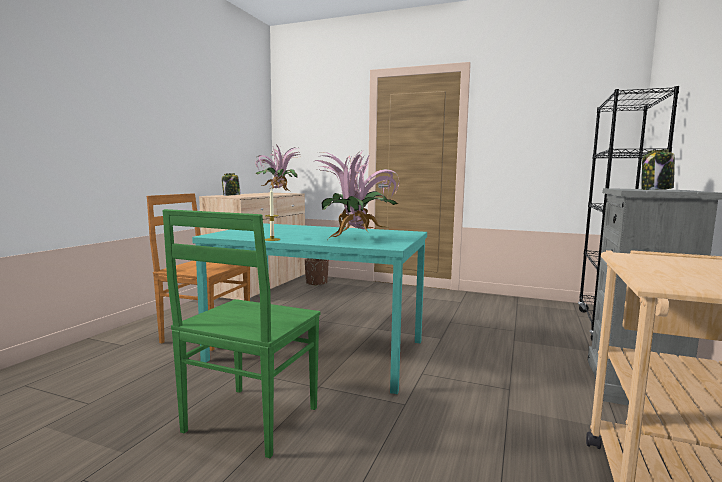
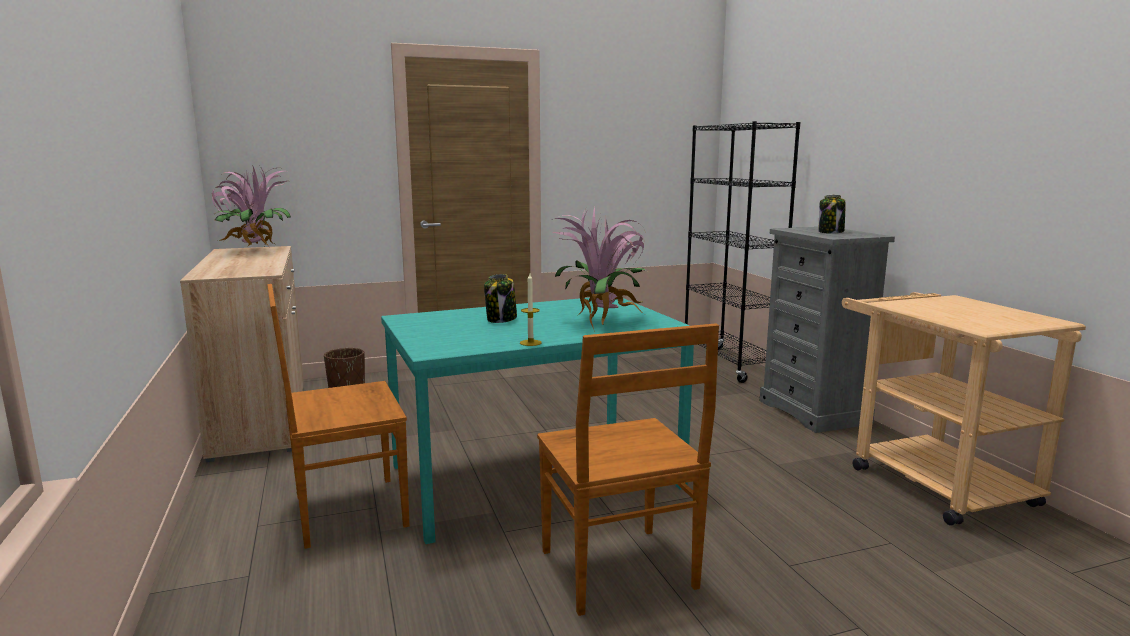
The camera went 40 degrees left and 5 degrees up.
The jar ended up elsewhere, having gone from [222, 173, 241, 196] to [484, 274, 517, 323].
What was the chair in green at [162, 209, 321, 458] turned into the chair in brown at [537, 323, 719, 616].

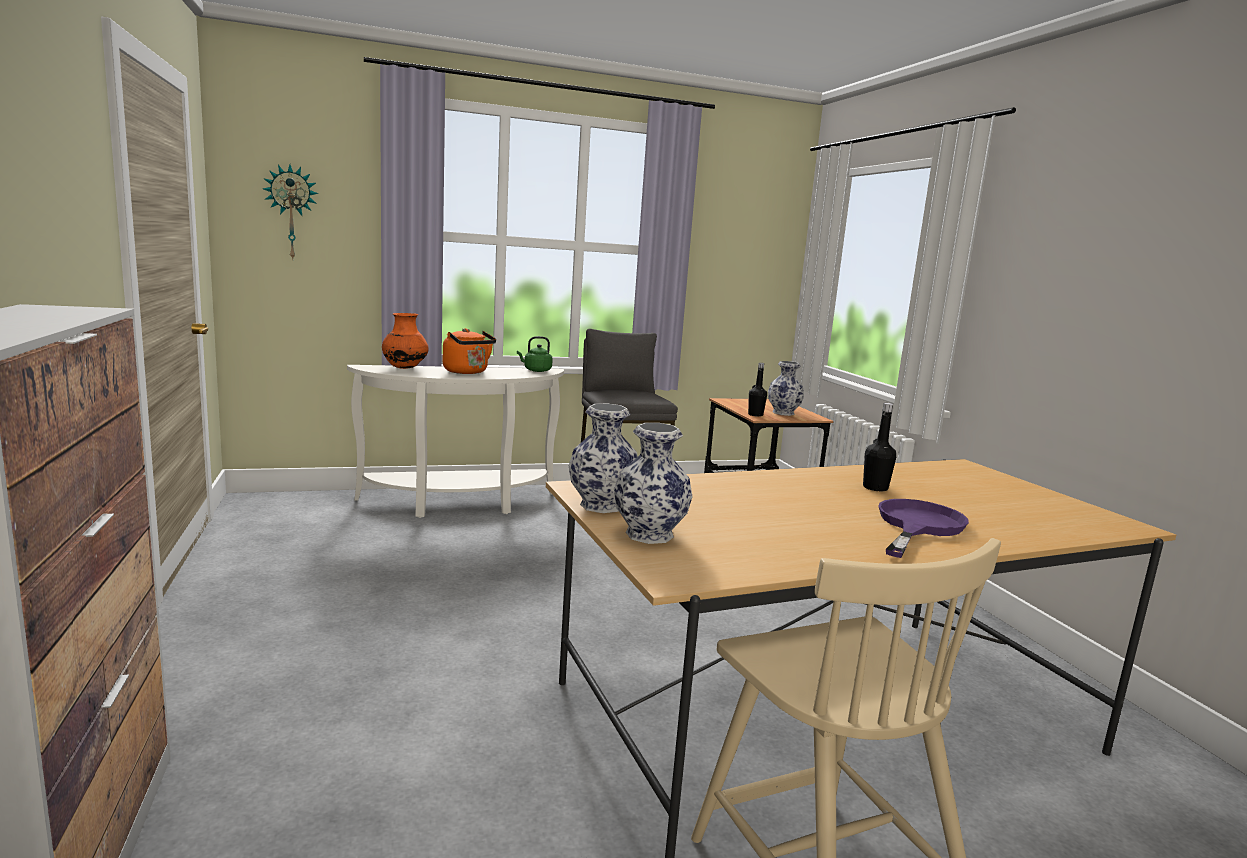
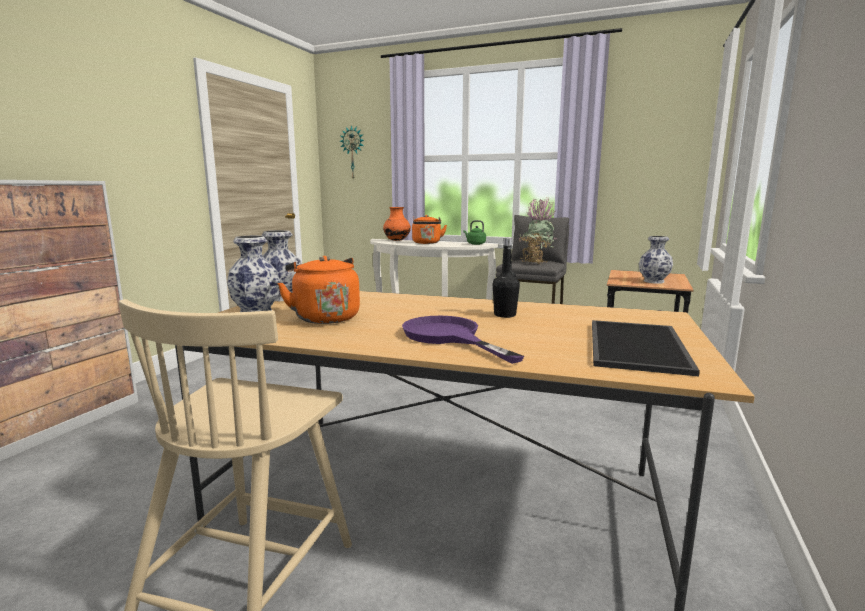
The camera went 40 degrees right and 0 degrees up.
The second view gained the kettle in orange at [277, 256, 360, 324].
The frying pan in purple at [878, 499, 969, 558] ended up facing another way, 105 degrees counterclockwise from before.
The second view gained the potted plant at [518, 197, 556, 264].
The second view gained the tray at [592, 320, 700, 376].
The second view lost the bottle in black at [748, 363, 767, 417].

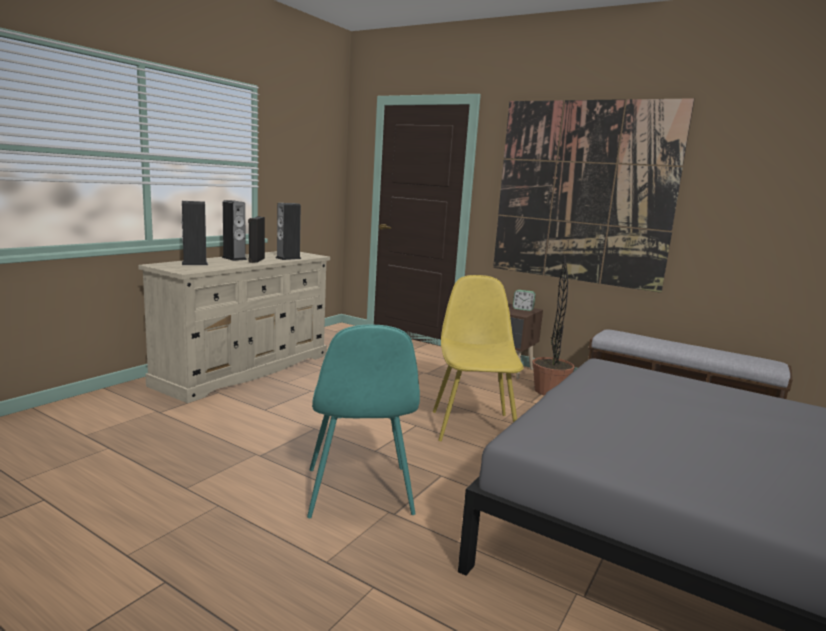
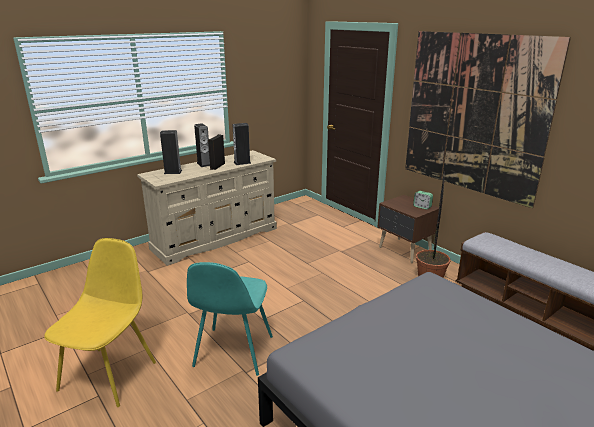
The camera went 20 degrees right and 10 degrees up.
The chair in yellow ended up elsewhere, having gone from [433, 275, 524, 441] to [44, 238, 156, 407].

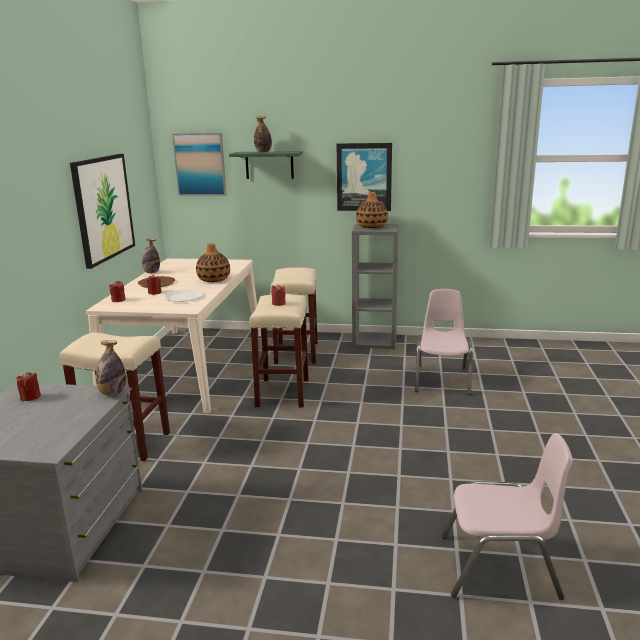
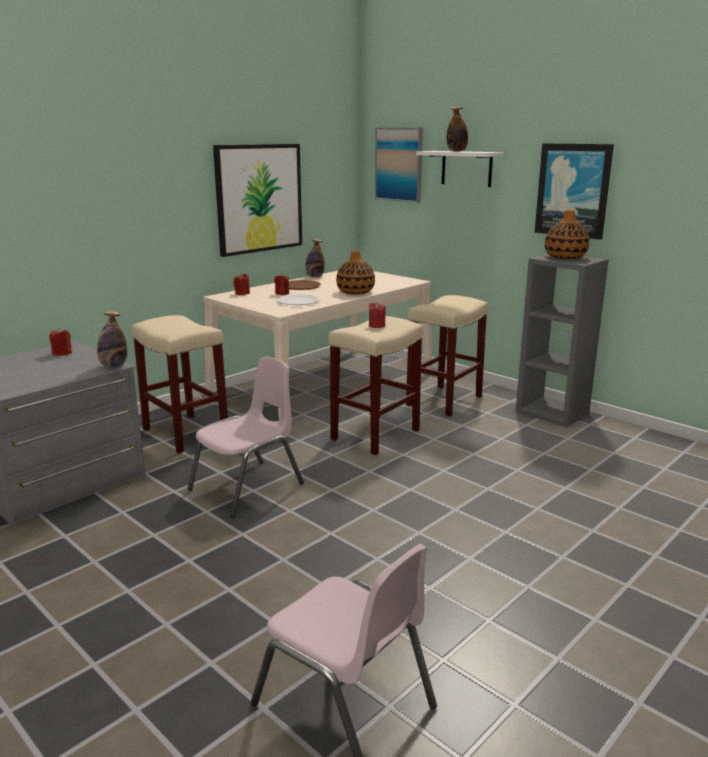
The camera went 35 degrees right and 0 degrees up.
The chair in pink ended up elsewhere, having gone from [415, 289, 473, 395] to [187, 357, 304, 517].
What was the shelf in green at [229, 151, 303, 179] turned into the shelf in white at [416, 151, 504, 187].

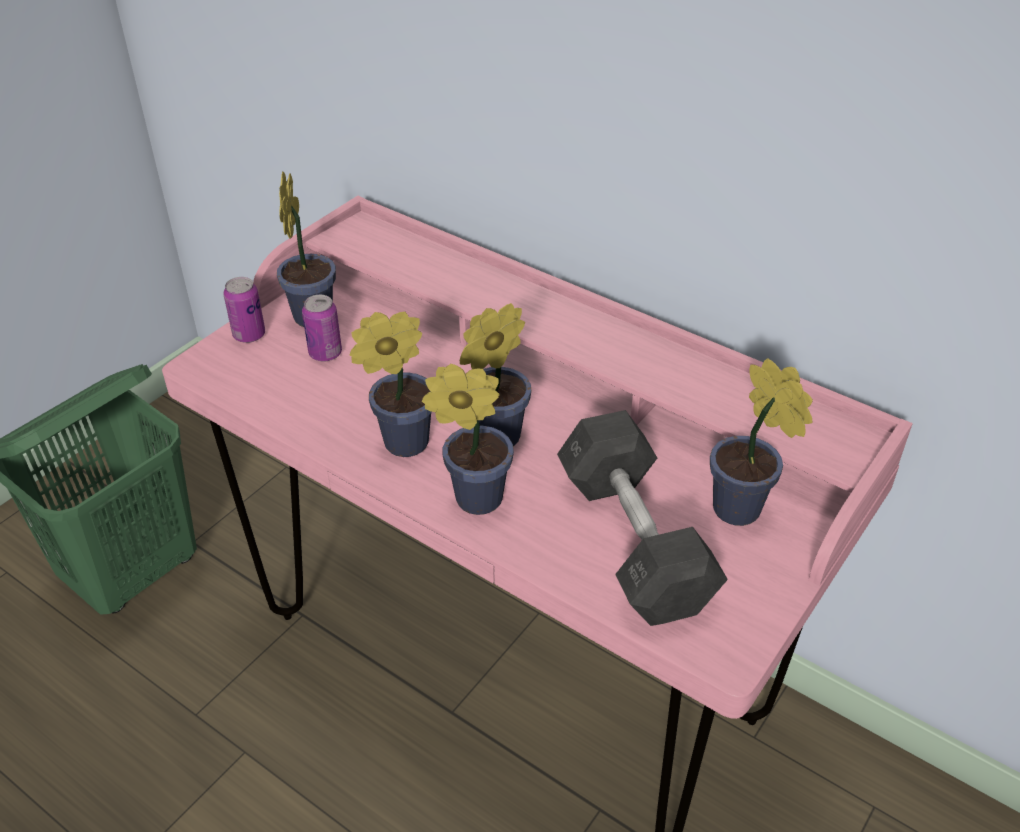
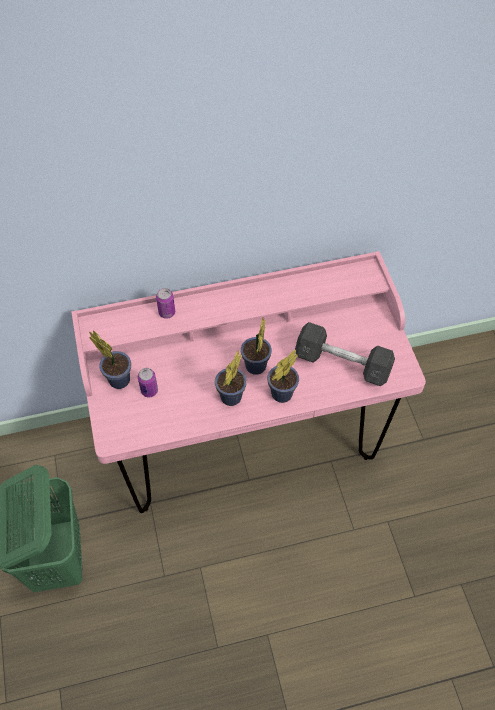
The camera went 50 degrees left and 15 degrees up.
The can ended up elsewhere, having gone from [224, 277, 265, 343] to [156, 288, 175, 319].
The second view lost the potted plant at [710, 358, 813, 526].

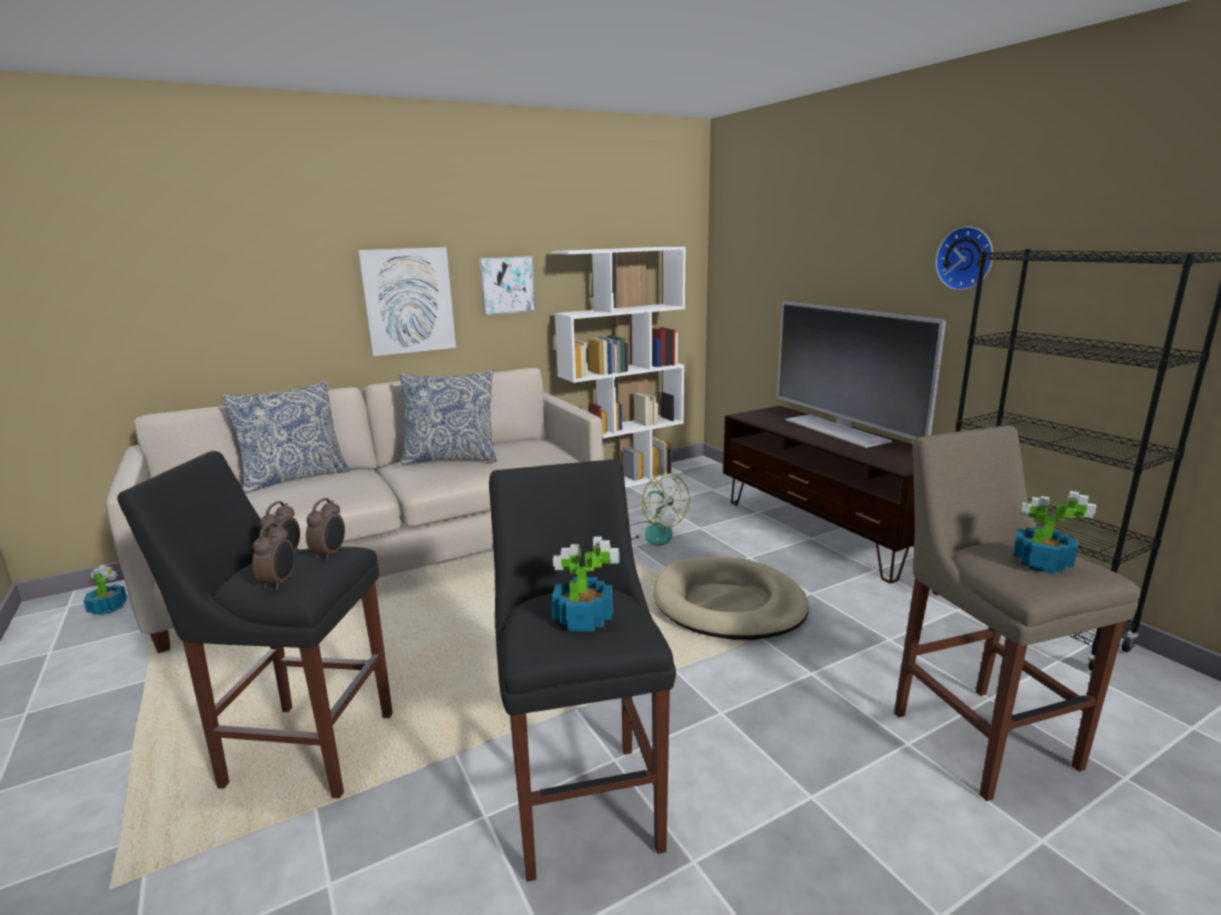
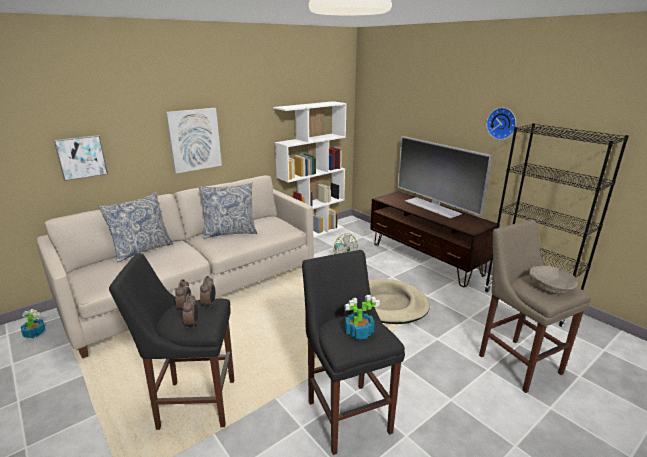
The camera went 10 degrees left and 5 degrees up.
The picture ended up elsewhere, having gone from [479, 256, 536, 315] to [54, 135, 108, 181].
Where the potted plant stood at [1013, 491, 1097, 574], the bowl in beige came to stand at [529, 266, 578, 295].

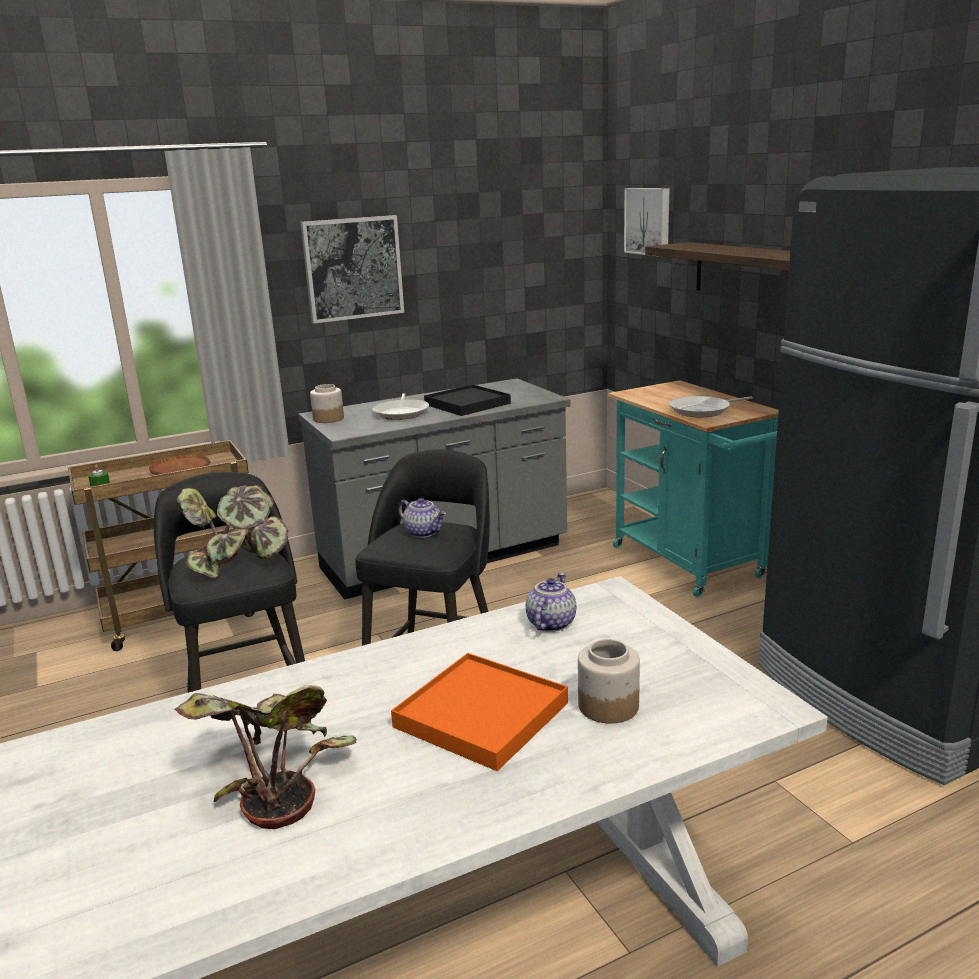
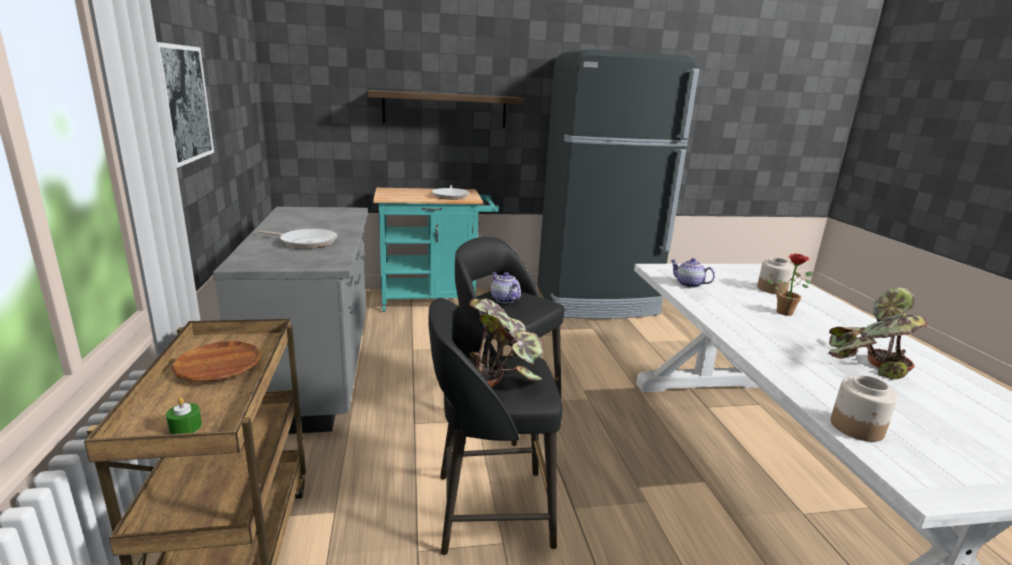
The camera went 75 degrees left and 0 degrees up.
The teapot at [399, 498, 446, 538] ended up facing another way, 90 degrees counterclockwise from before.
Where the tray in orange stood at [391, 653, 568, 771], the potted plant came to stand at [766, 254, 813, 316].
The jar ended up elsewhere, having gone from [310, 384, 344, 423] to [831, 375, 898, 442].
The second view lost the tray in black at [424, 384, 511, 416].
The second view lost the picture at [624, 188, 670, 257].

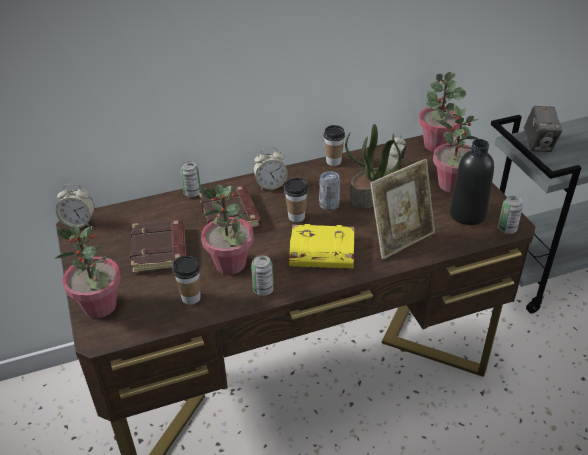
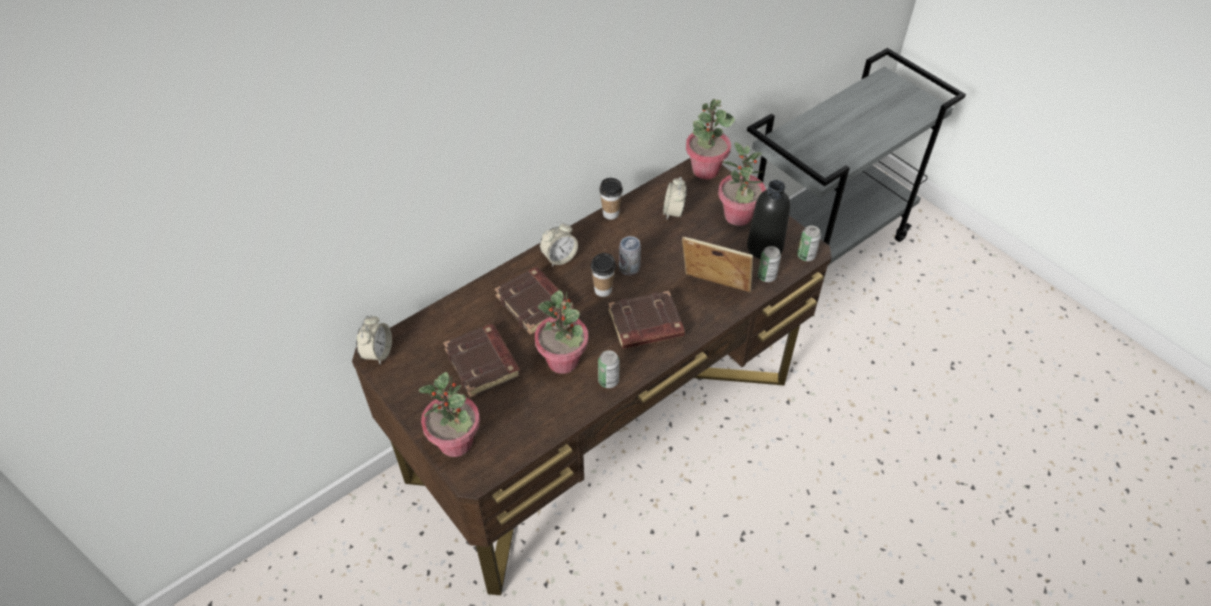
The camera went 20 degrees left and 10 degrees up.
The alarm clock at [56, 184, 95, 228] ended up facing another way, 60 degrees counterclockwise from before.
What was the book in yellow at [289, 224, 354, 269] turned into the book in brown at [608, 291, 685, 349].
The picture frame at [370, 159, 435, 259] ended up facing another way, 105 degrees counterclockwise from before.
The can ended up elsewhere, having gone from [180, 161, 201, 197] to [758, 246, 781, 282].
The second view lost the cup at [173, 256, 201, 305].
The second view lost the potted plant at [345, 124, 402, 208].
The second view lost the photo camera at [524, 106, 562, 152].

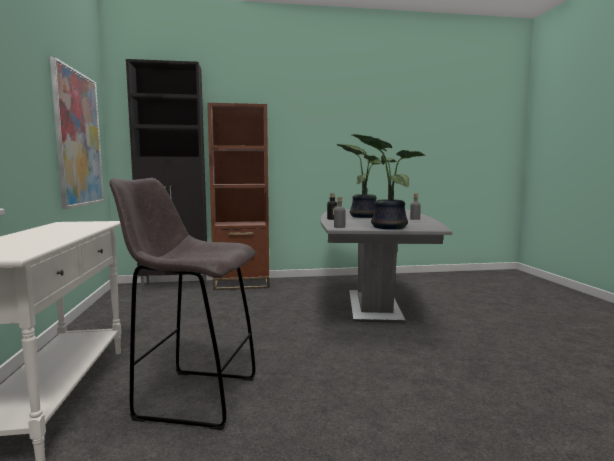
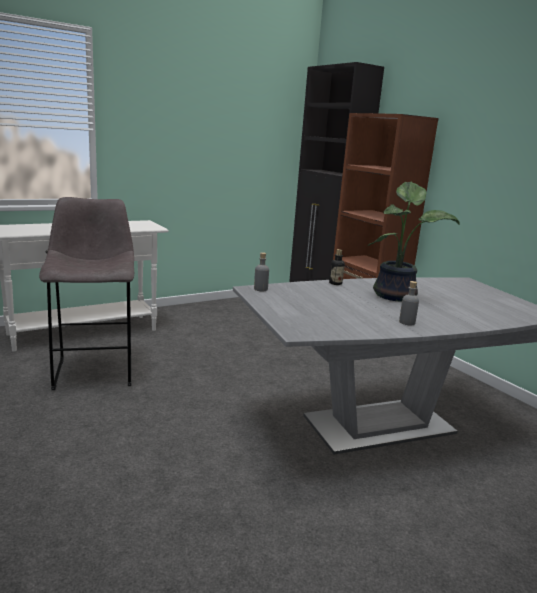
The camera went 65 degrees right and 10 degrees up.
The second view lost the picture at [50, 57, 104, 209].
The second view lost the potted plant at [352, 134, 426, 229].

